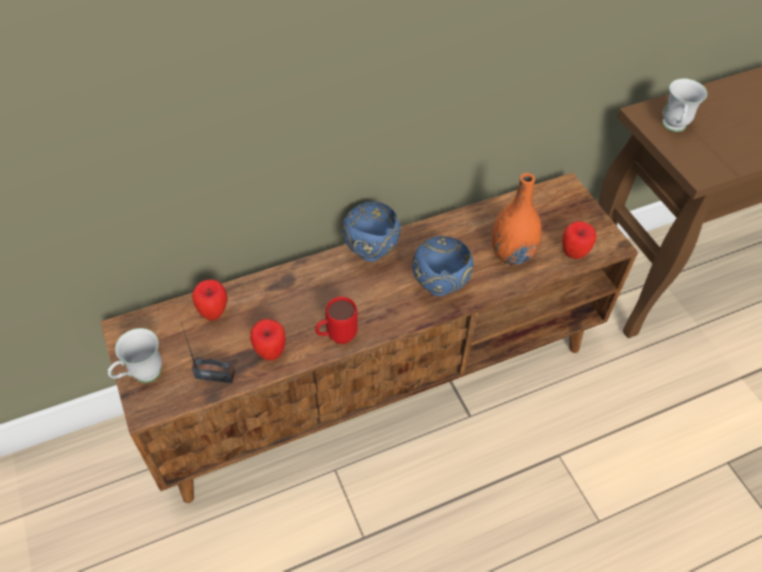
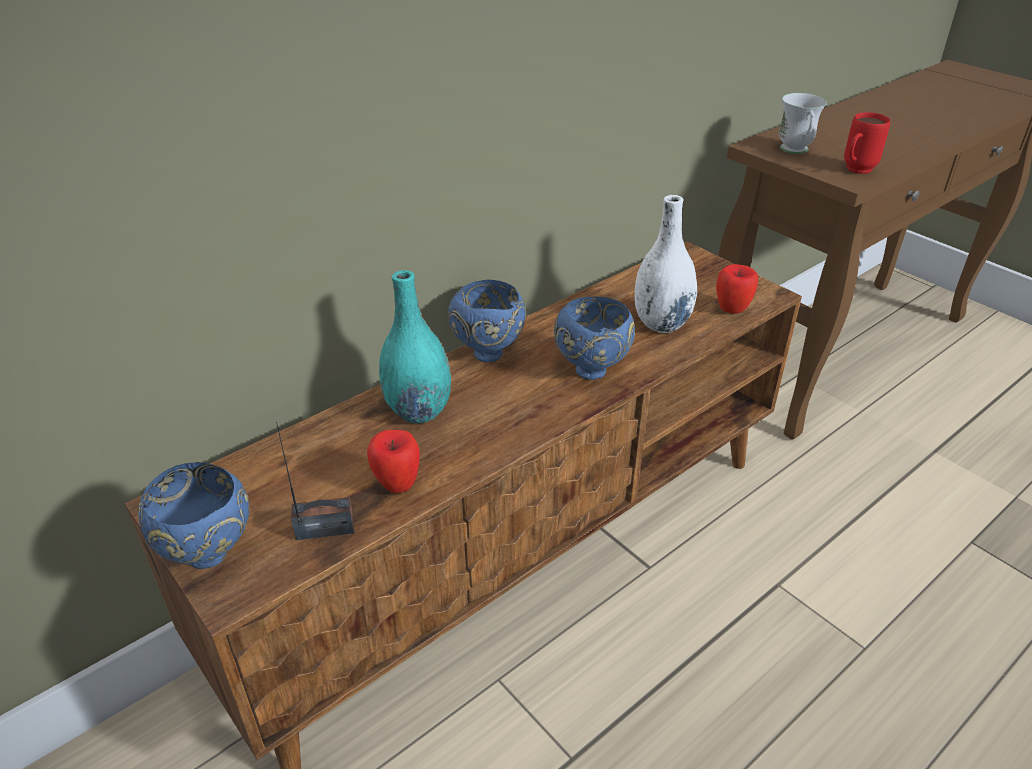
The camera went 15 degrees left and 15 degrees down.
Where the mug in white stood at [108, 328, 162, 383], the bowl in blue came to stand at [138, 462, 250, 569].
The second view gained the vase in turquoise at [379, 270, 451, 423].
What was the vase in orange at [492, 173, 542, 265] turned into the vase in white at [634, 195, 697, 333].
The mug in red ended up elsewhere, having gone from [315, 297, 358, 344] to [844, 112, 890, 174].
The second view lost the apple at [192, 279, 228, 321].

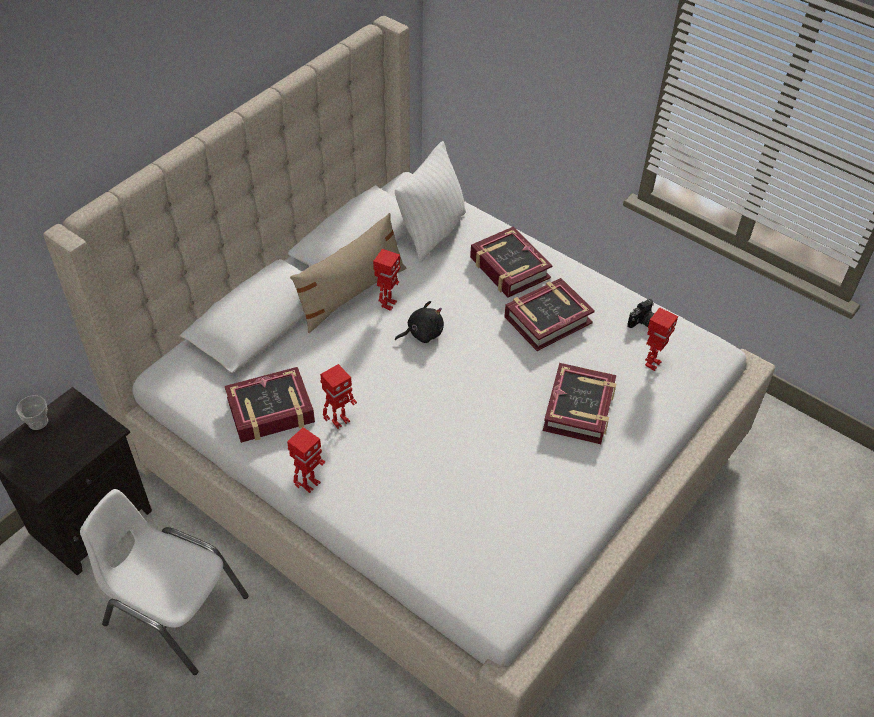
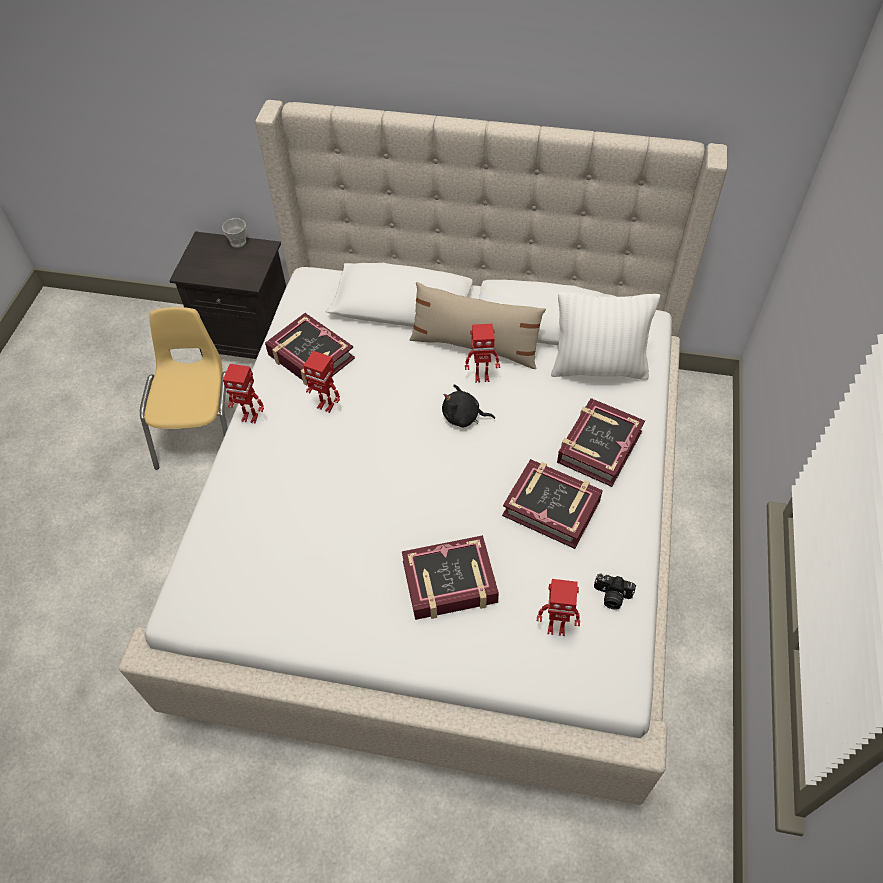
The camera went 65 degrees right and 5 degrees up.
What was the chair in white at [80, 489, 249, 675] turned into the chair in yellow at [140, 307, 228, 470].
The plush toy in black at [395, 301, 444, 343] ended up facing another way, 150 degrees clockwise from before.

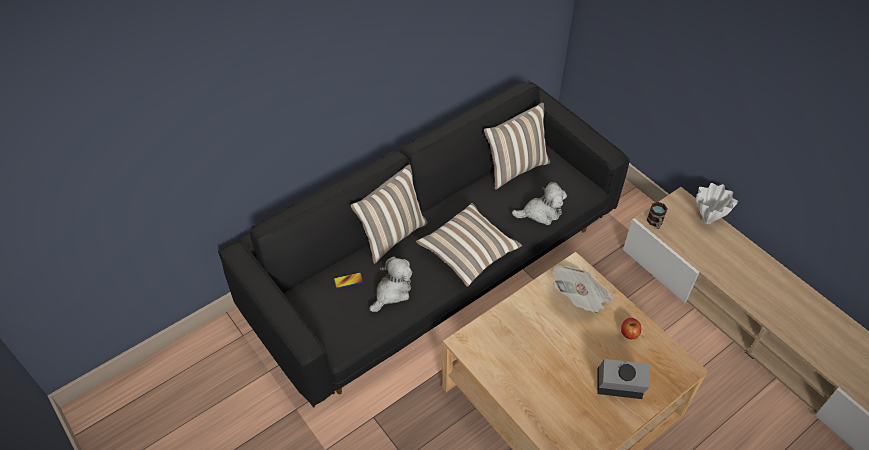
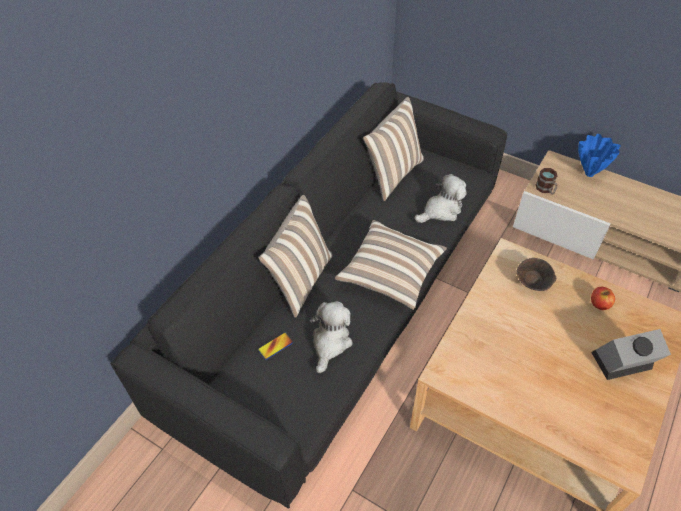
The camera went 20 degrees left and 0 degrees up.
Where the newspaper stood at [552, 265, 613, 313], the bowl in brown came to stand at [516, 258, 557, 291].
What was the vase in white at [696, 183, 738, 224] turned into the vase in blue at [578, 134, 621, 177].

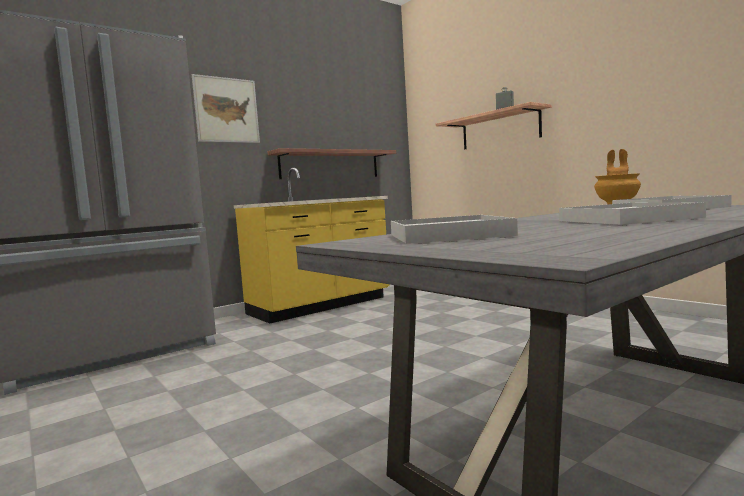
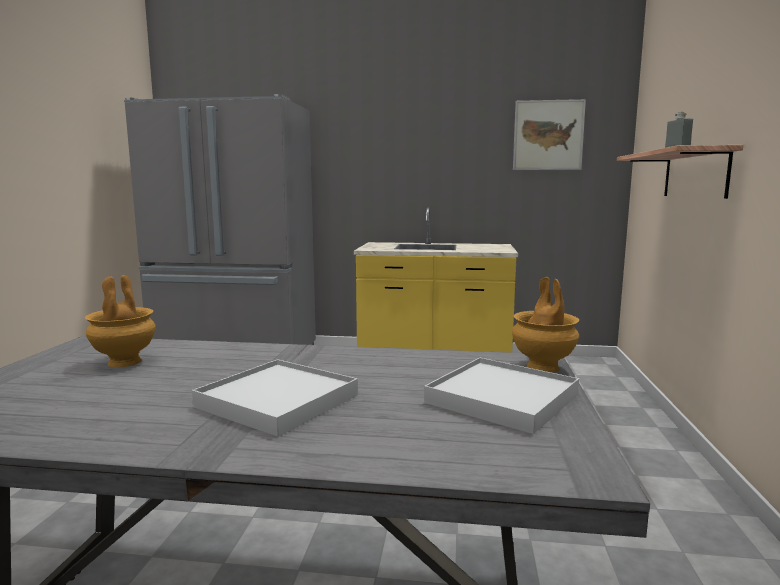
The camera went 45 degrees right and 5 degrees up.
Where the tray in white stood at [391, 215, 518, 244], the vase in brown came to stand at [85, 275, 156, 368].
The picture ended up elsewhere, having gone from [192, 74, 260, 143] to [513, 99, 586, 170].
The second view lost the shelf at [268, 148, 396, 179].

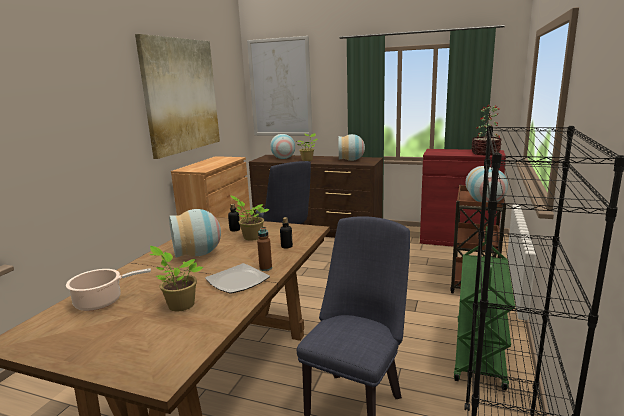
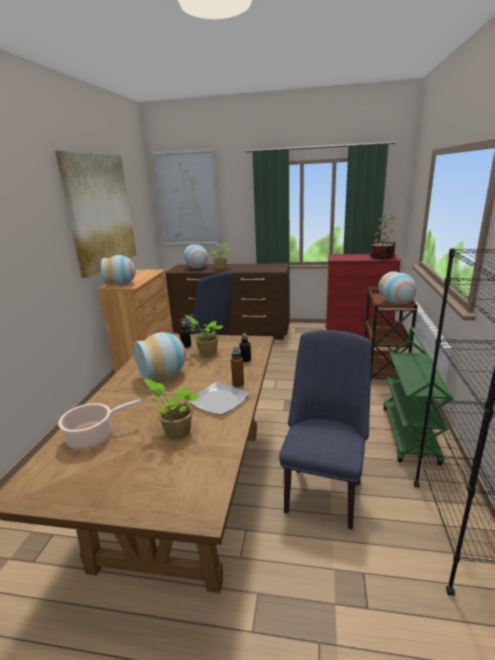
The camera went 10 degrees left and 5 degrees up.
The vase ended up elsewhere, having gone from [338, 134, 365, 161] to [101, 255, 136, 285].

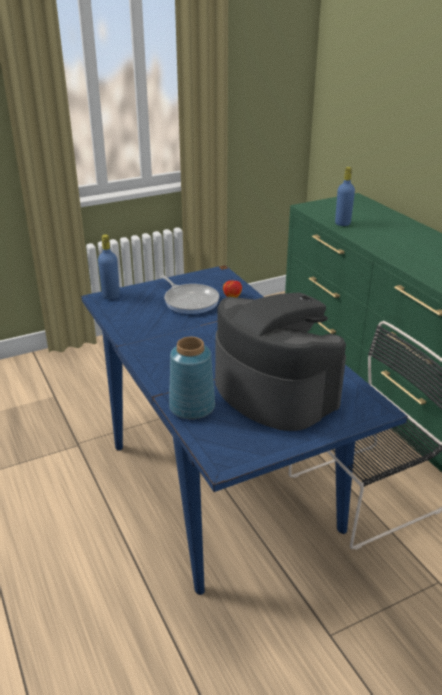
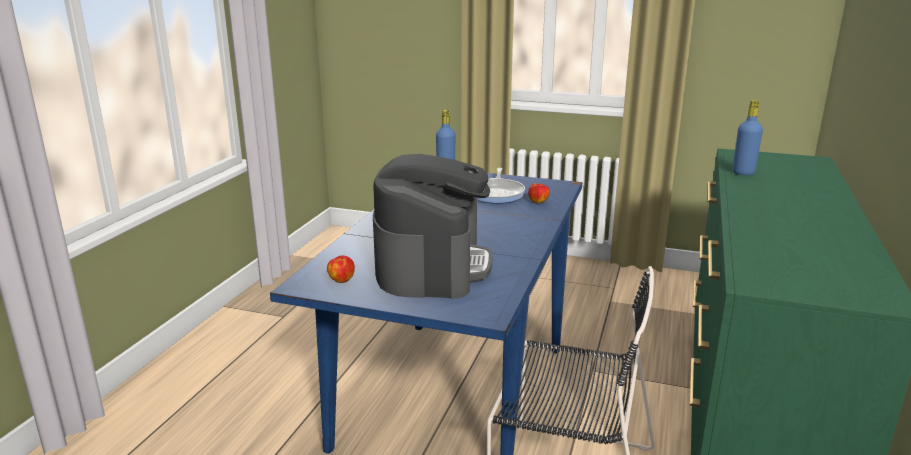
The camera went 45 degrees right and 10 degrees down.
The second view gained the apple at [327, 255, 355, 283].
The second view lost the vase in blue at [169, 337, 215, 419].

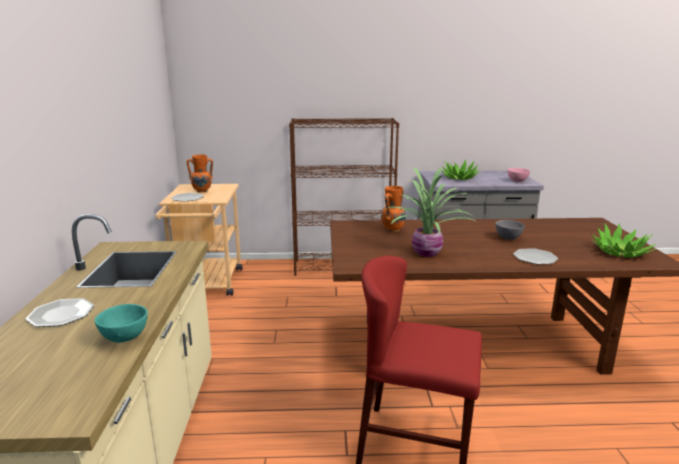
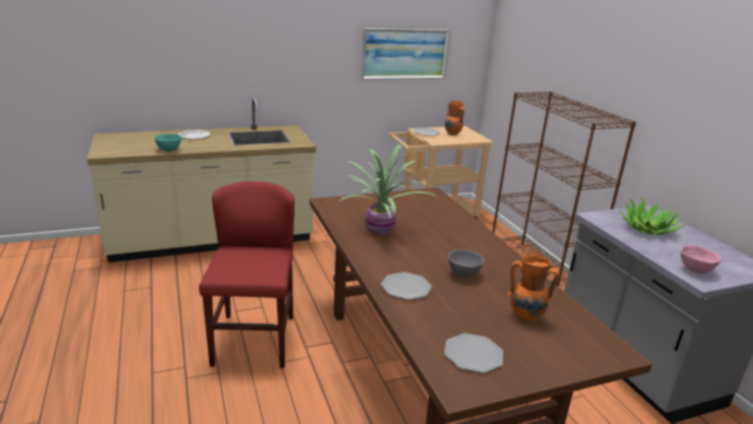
The camera went 70 degrees right and 5 degrees up.
The second view gained the picture at [361, 28, 450, 80].
Where the potted plant stood at [591, 223, 656, 258], the plate came to stand at [444, 333, 503, 373].
The vase in orange ended up elsewhere, having gone from [381, 186, 406, 232] to [508, 255, 560, 322].

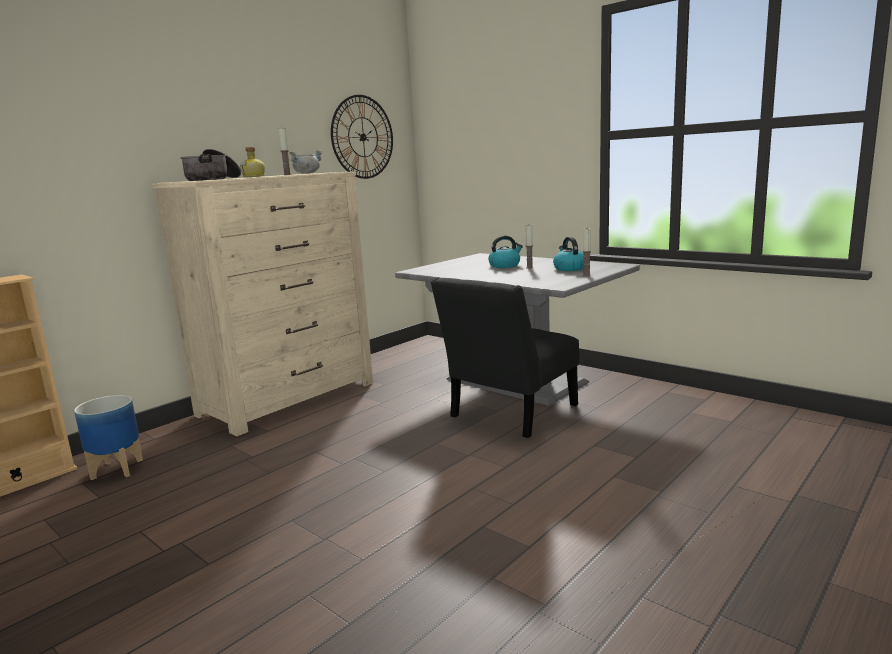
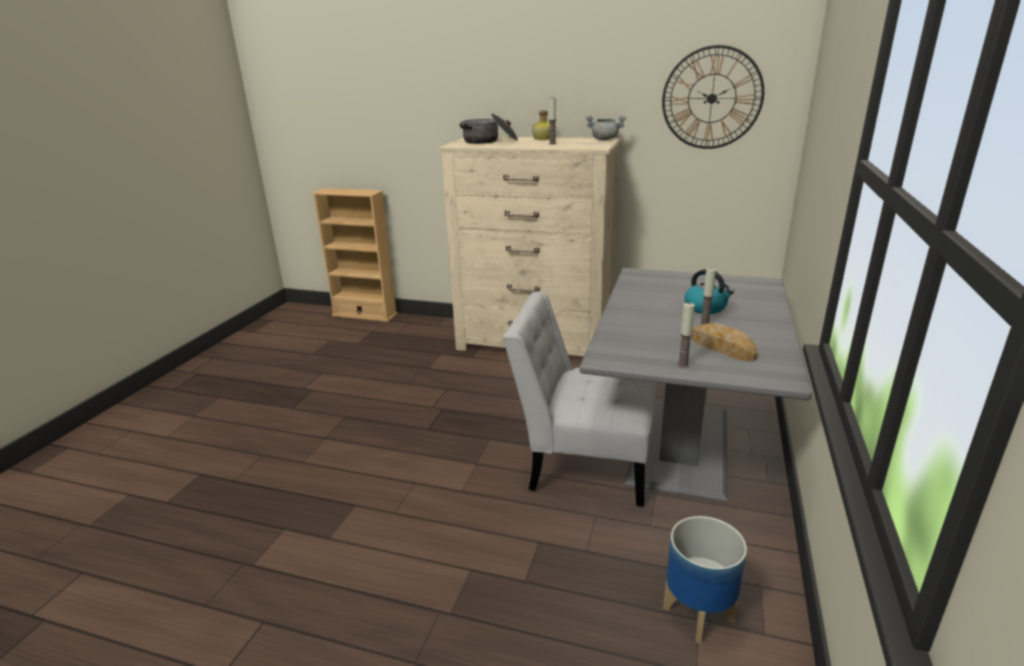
The camera went 65 degrees right and 10 degrees up.
What was the chair in black at [431, 277, 579, 438] turned into the chair in white at [503, 291, 656, 507].
The planter ended up elsewhere, having gone from [74, 395, 143, 480] to [663, 516, 747, 643].
Where the kettle stood at [553, 237, 584, 271], the bread came to stand at [691, 323, 758, 361].

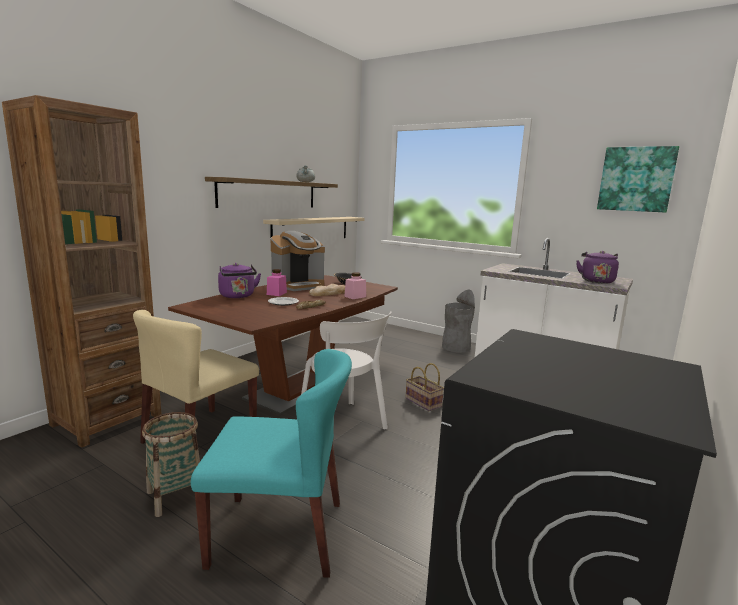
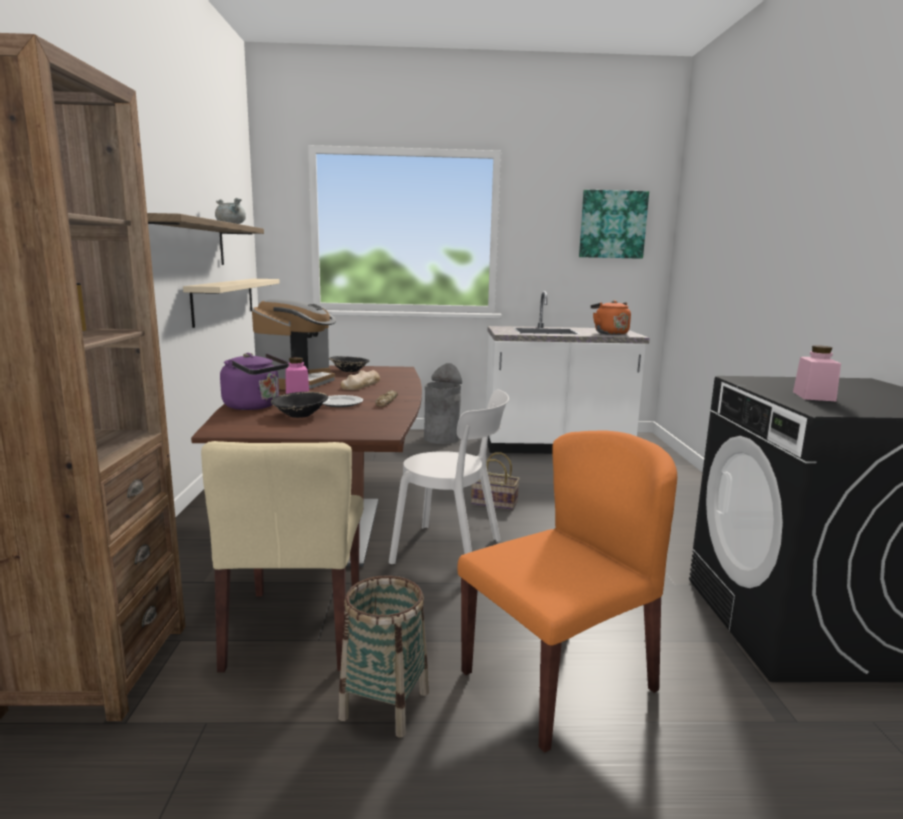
The camera went 35 degrees left and 0 degrees up.
The second view gained the bowl in black at [271, 392, 328, 418].
What was the chair in turquoise at [191, 349, 352, 578] turned into the chair in orange at [457, 431, 677, 753].
What was the kettle in purple at [576, 251, 619, 284] turned into the kettle in orange at [590, 300, 631, 335].
The jar in pink ended up elsewhere, having gone from [344, 272, 366, 299] to [793, 345, 841, 401].

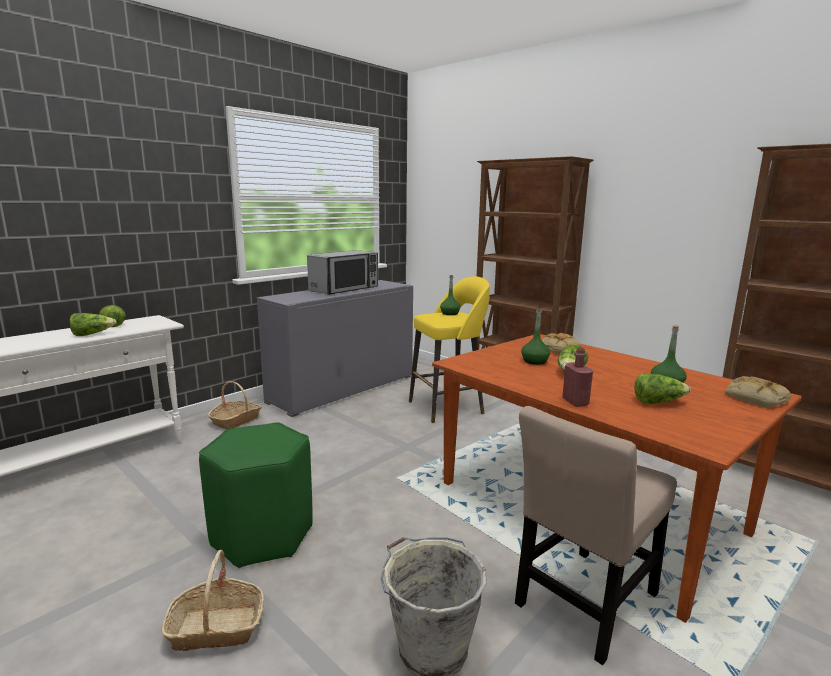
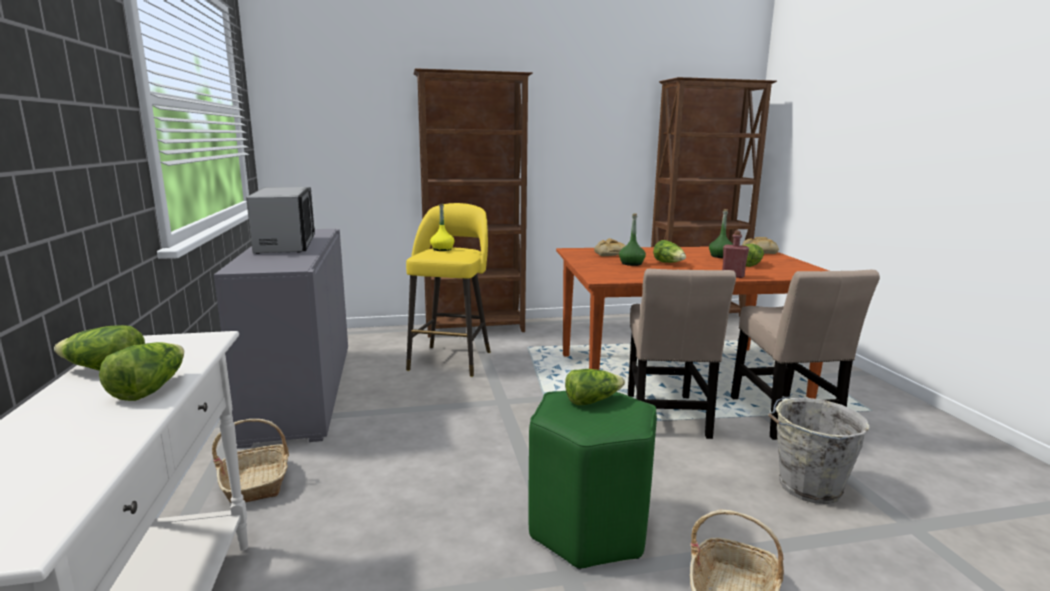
The camera went 55 degrees left and 0 degrees up.
What was the bottle in green at [440, 275, 461, 315] turned into the bottle in yellow at [430, 204, 455, 251].
The second view gained the lettuce at [565, 369, 625, 405].
The second view gained the chair in beige at [628, 269, 736, 439].

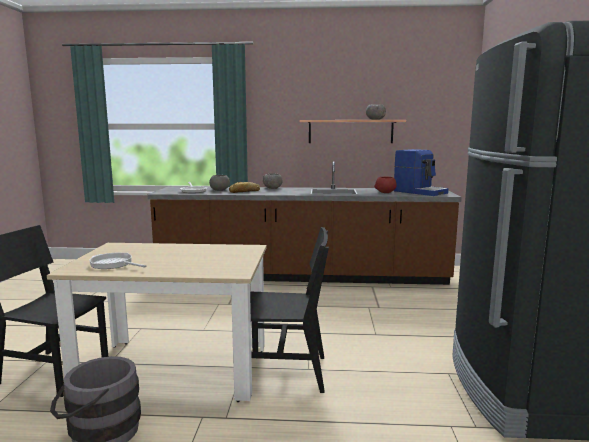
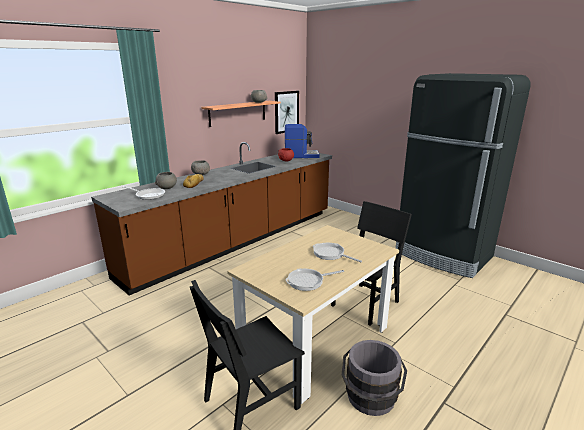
The camera went 50 degrees left and 10 degrees up.
The second view gained the picture at [275, 91, 299, 134].
The second view gained the frying pan at [313, 243, 362, 262].

